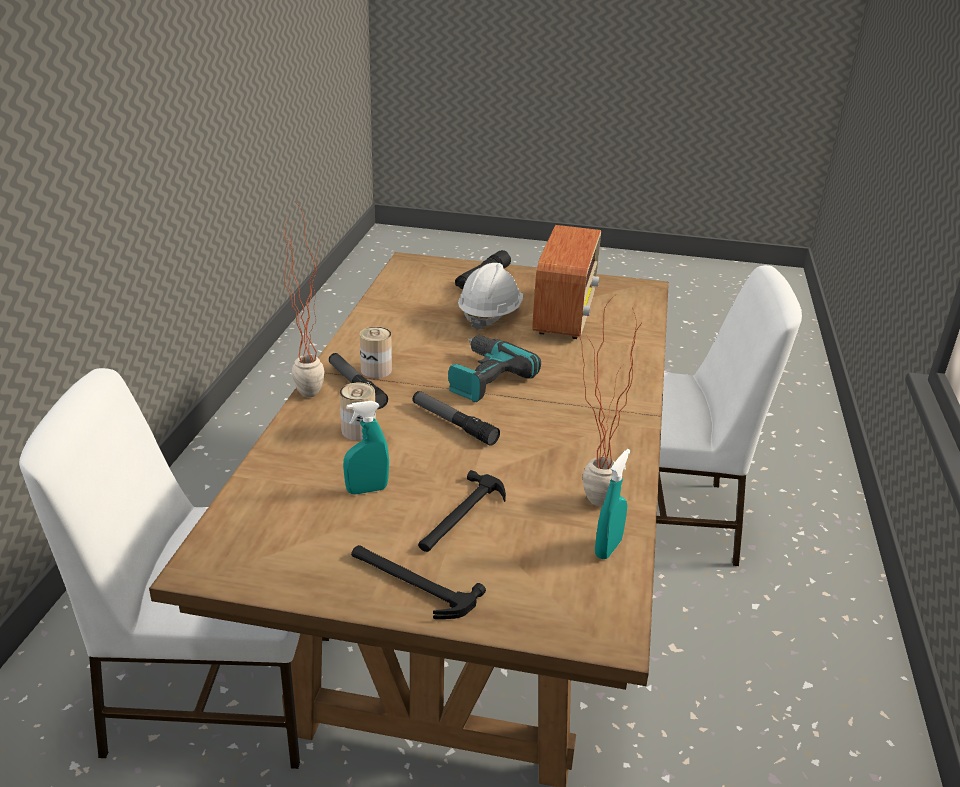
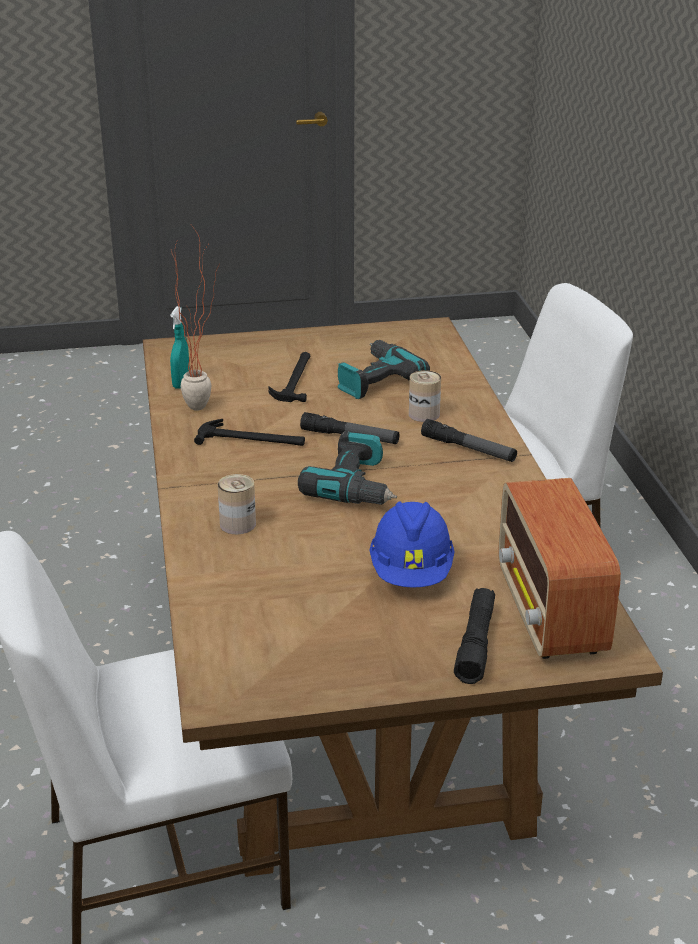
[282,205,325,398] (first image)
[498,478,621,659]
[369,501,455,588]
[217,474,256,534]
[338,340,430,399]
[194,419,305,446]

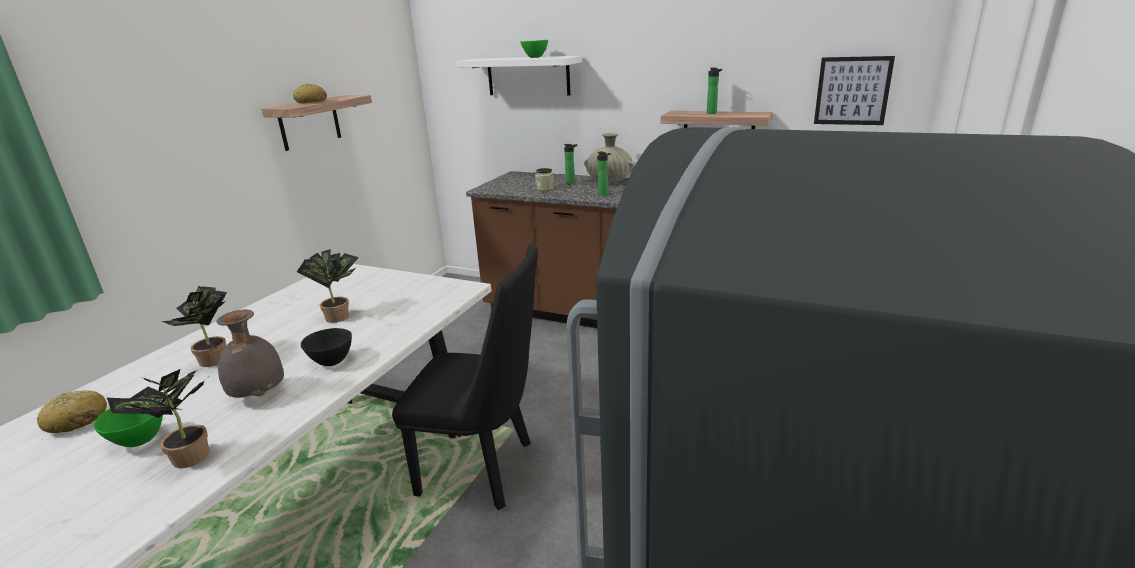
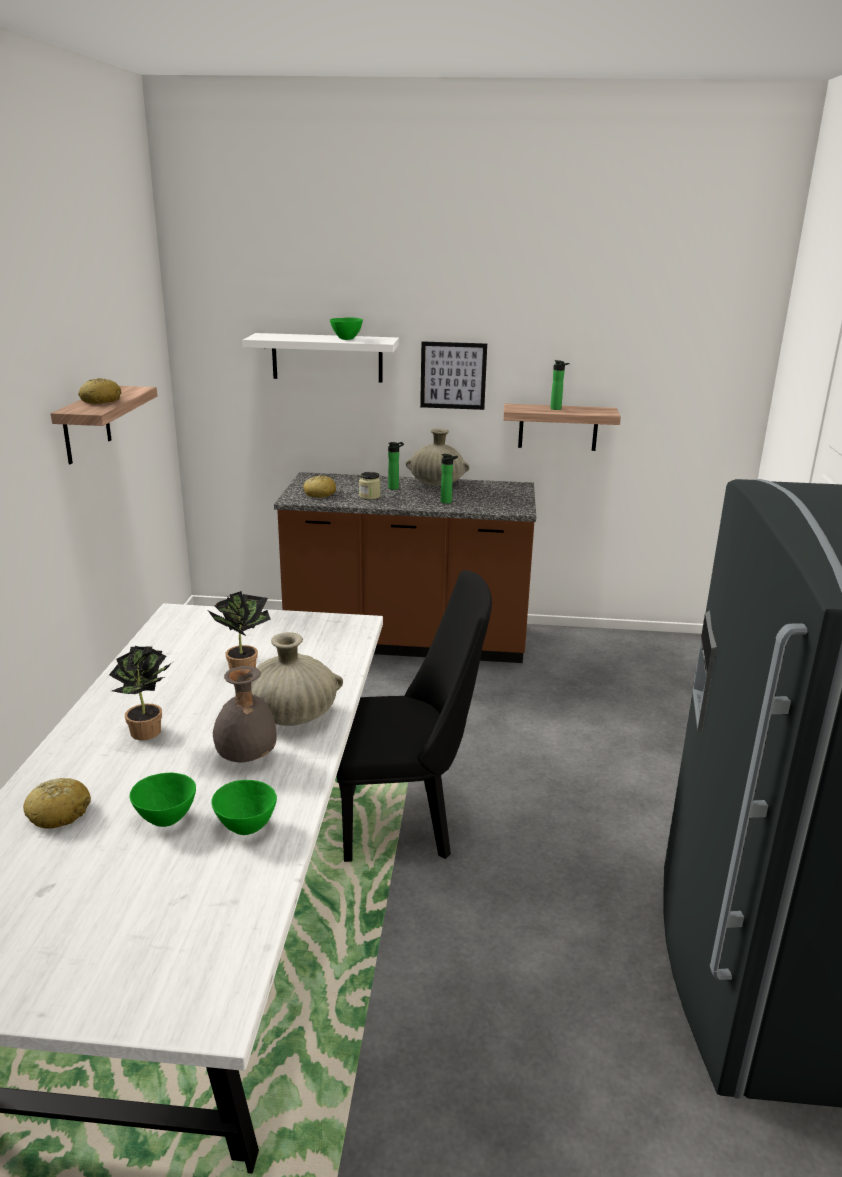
[420,341,487,410]
[251,632,343,726]
[211,780,277,835]
[303,476,336,498]

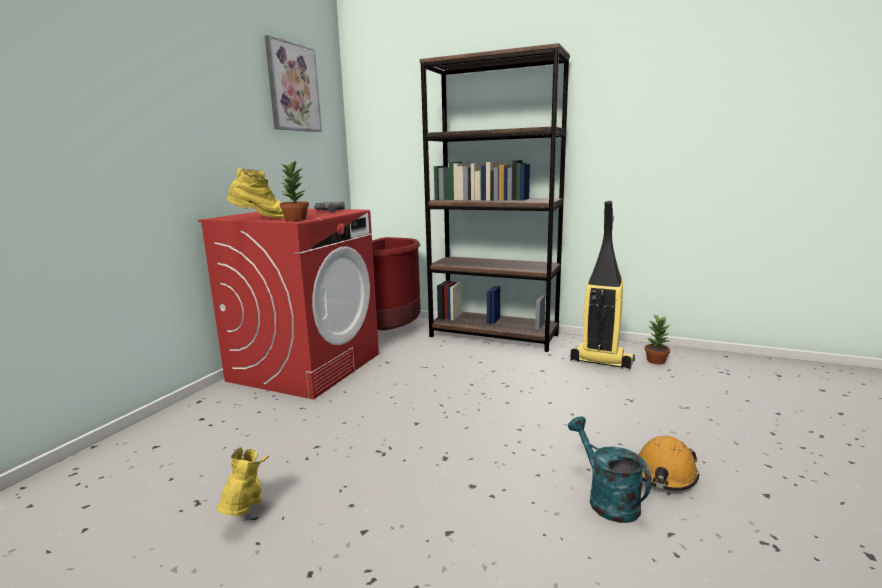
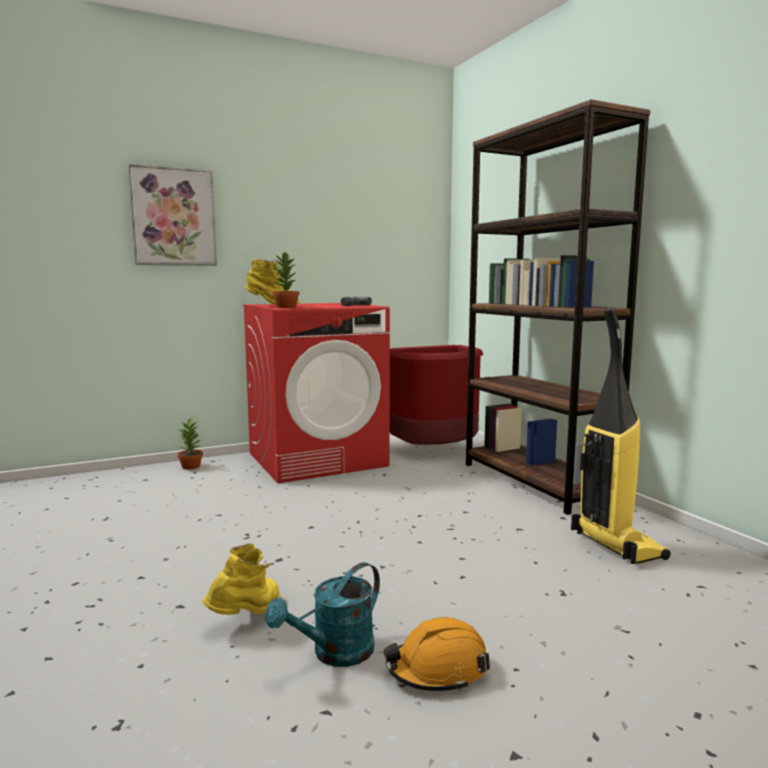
[128,164,217,266]
[178,418,203,470]
[265,562,380,667]
[202,543,280,615]

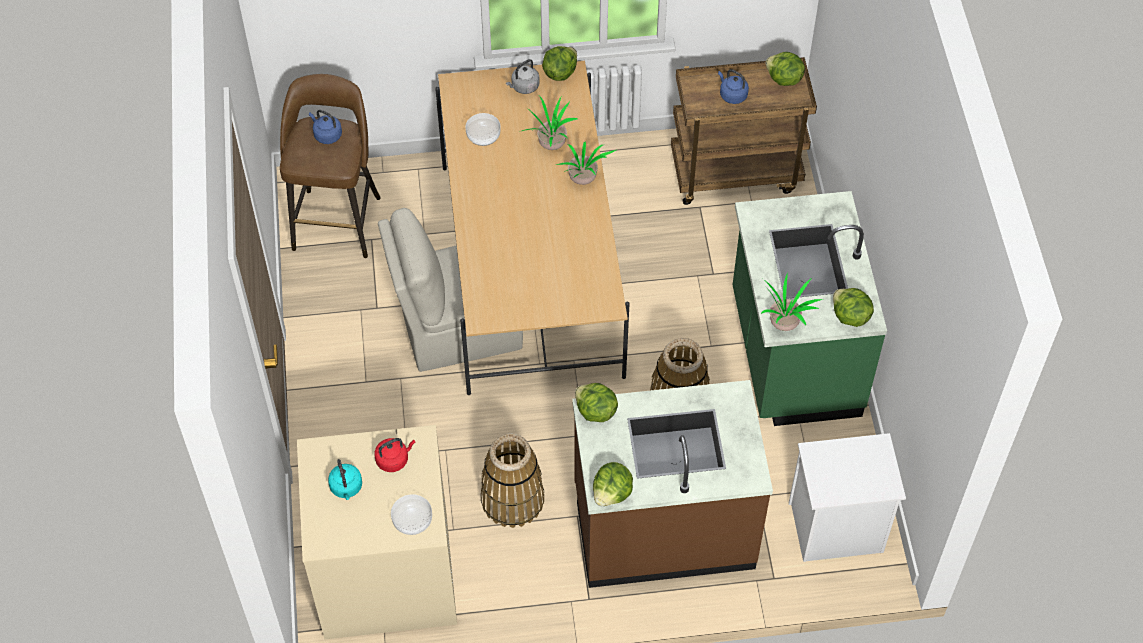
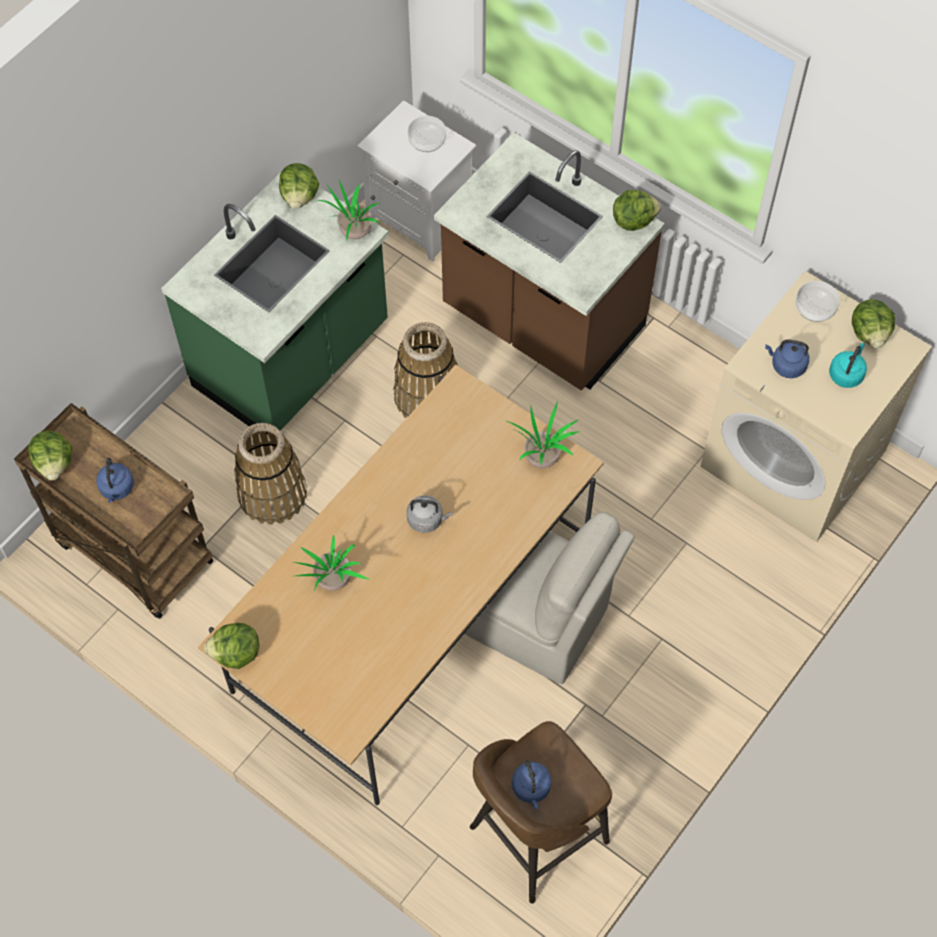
[407,495,453,533]
[408,116,446,152]
[507,401,581,468]
[852,299,895,348]
[234,423,307,525]
[765,339,809,378]

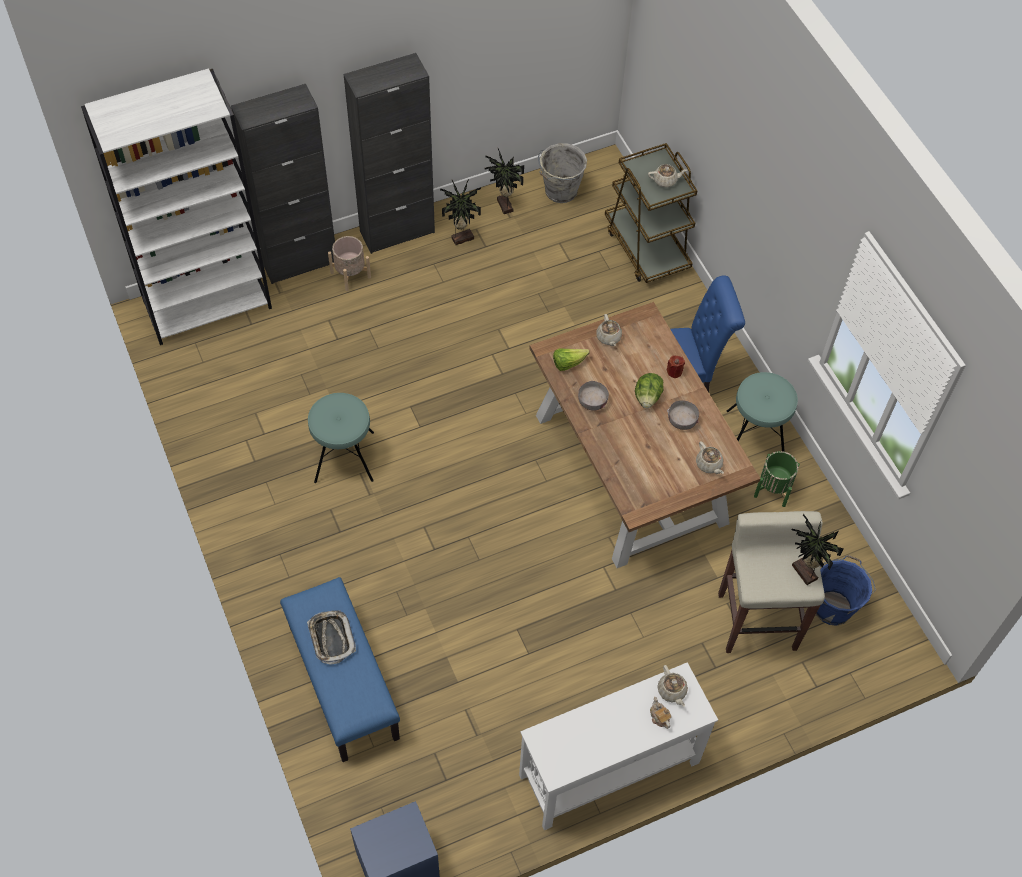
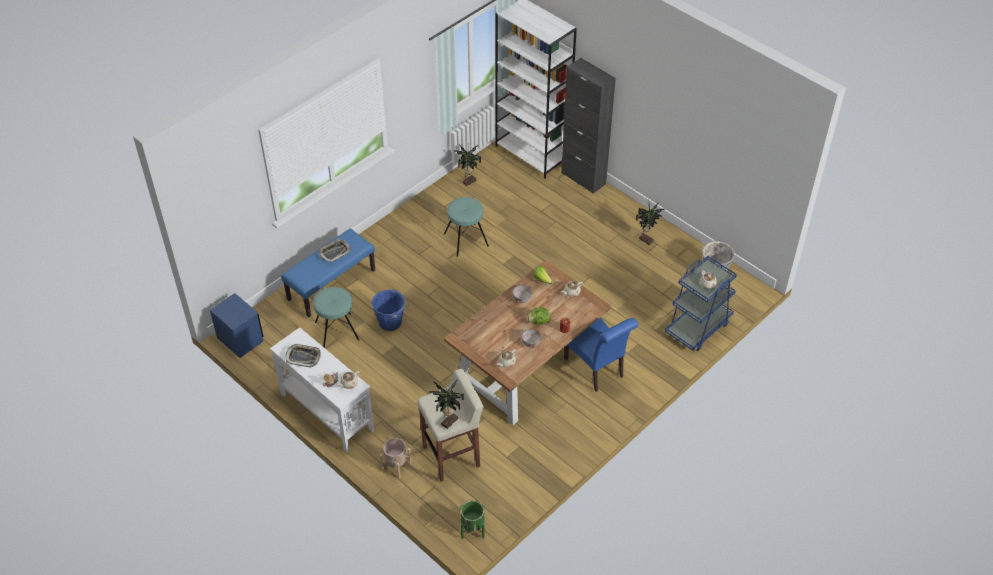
[344,53,435,254] (first image)
[665,256,737,351]
[454,144,481,186]
[380,438,412,478]
[313,287,359,348]
[461,501,485,539]
[371,289,409,331]
[286,344,321,367]

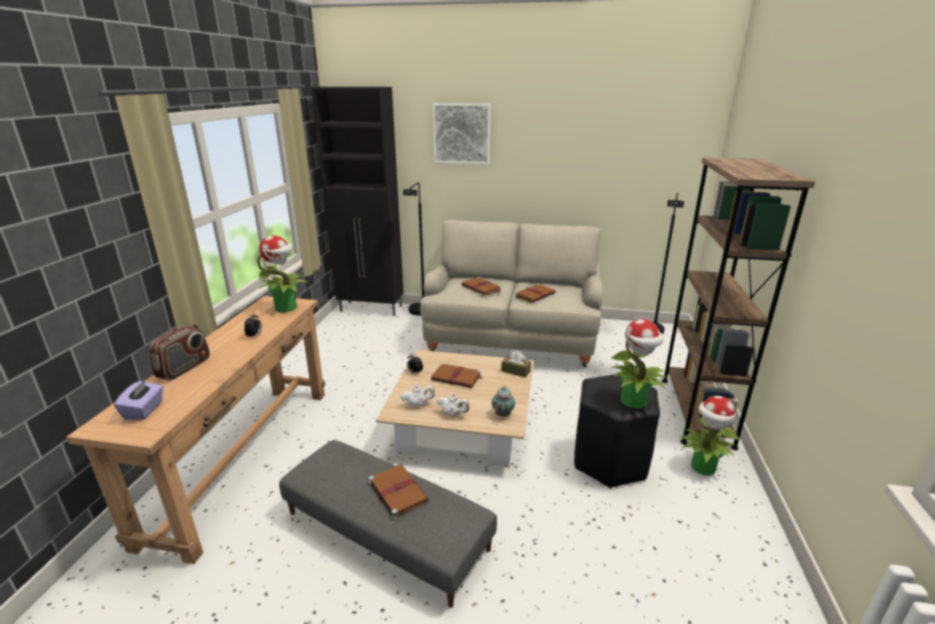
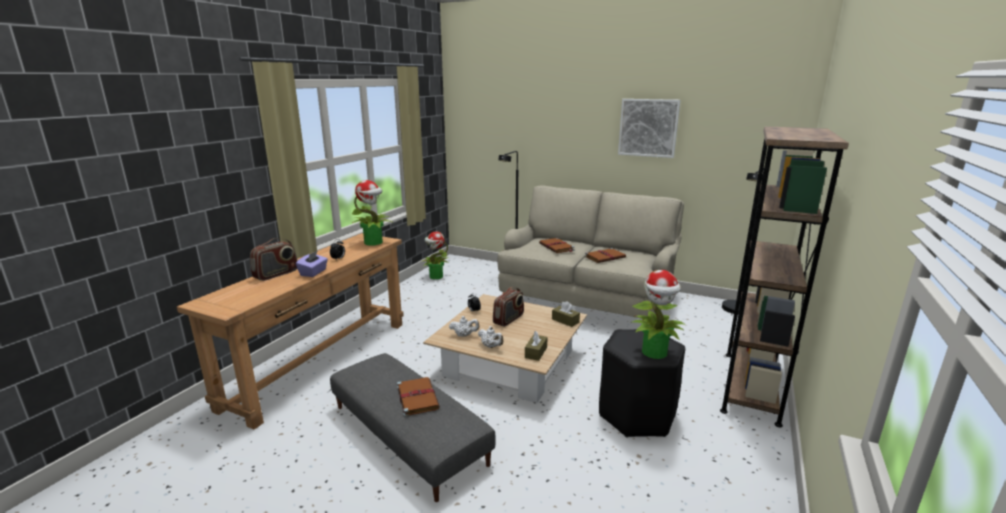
[311,87,404,316] (first image)
[618,99,680,158]
[493,287,524,327]
[296,250,328,277]
[525,331,548,361]
[420,231,449,279]

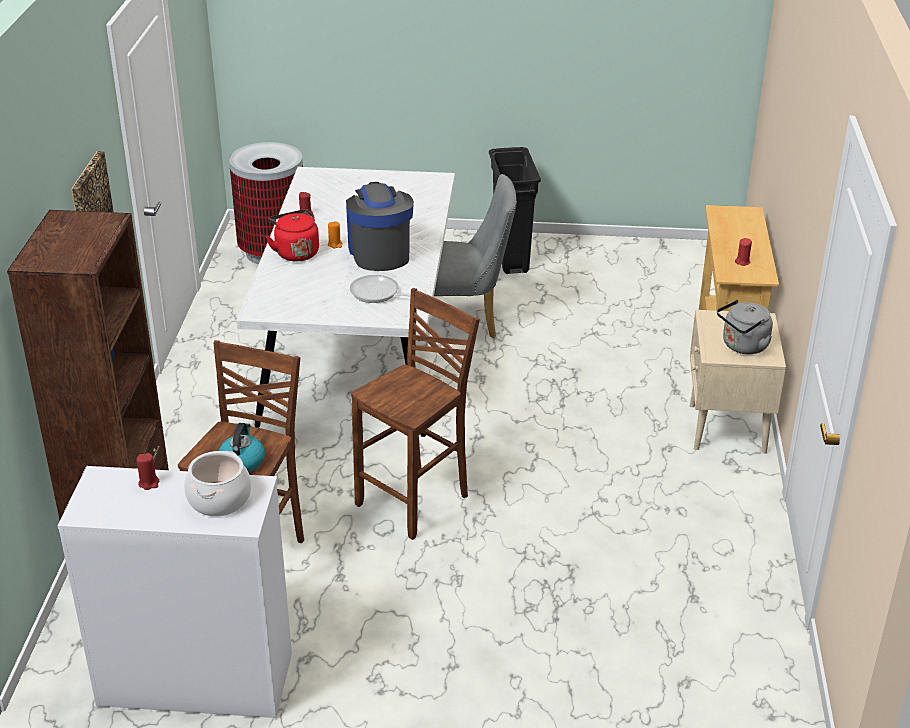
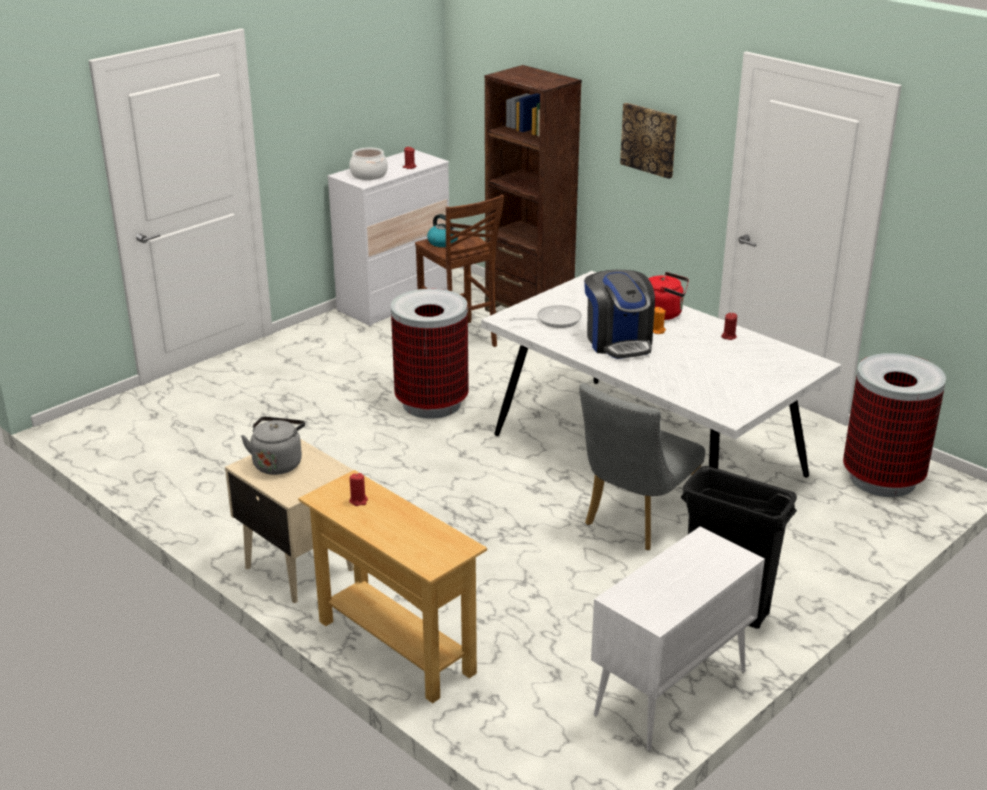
[584,270,655,359]
[391,289,469,419]
[591,527,765,751]

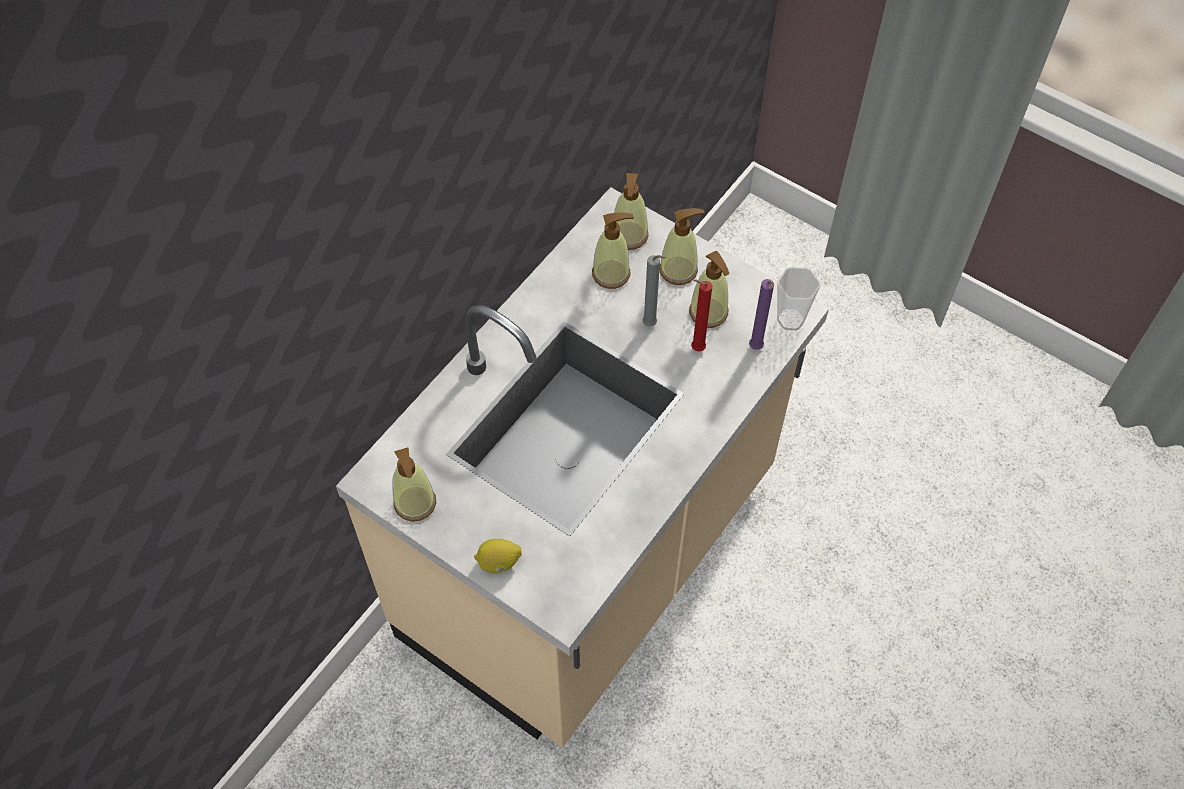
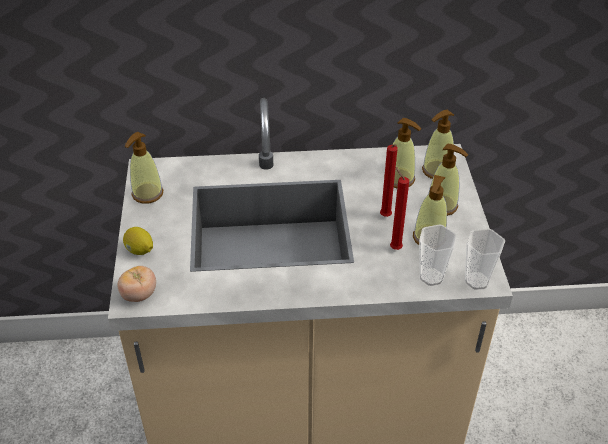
[380,144,398,217]
[419,224,457,286]
[117,266,156,302]

